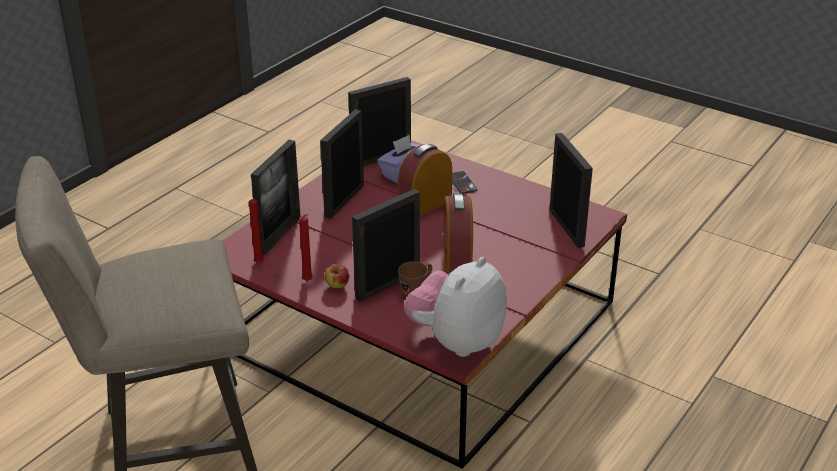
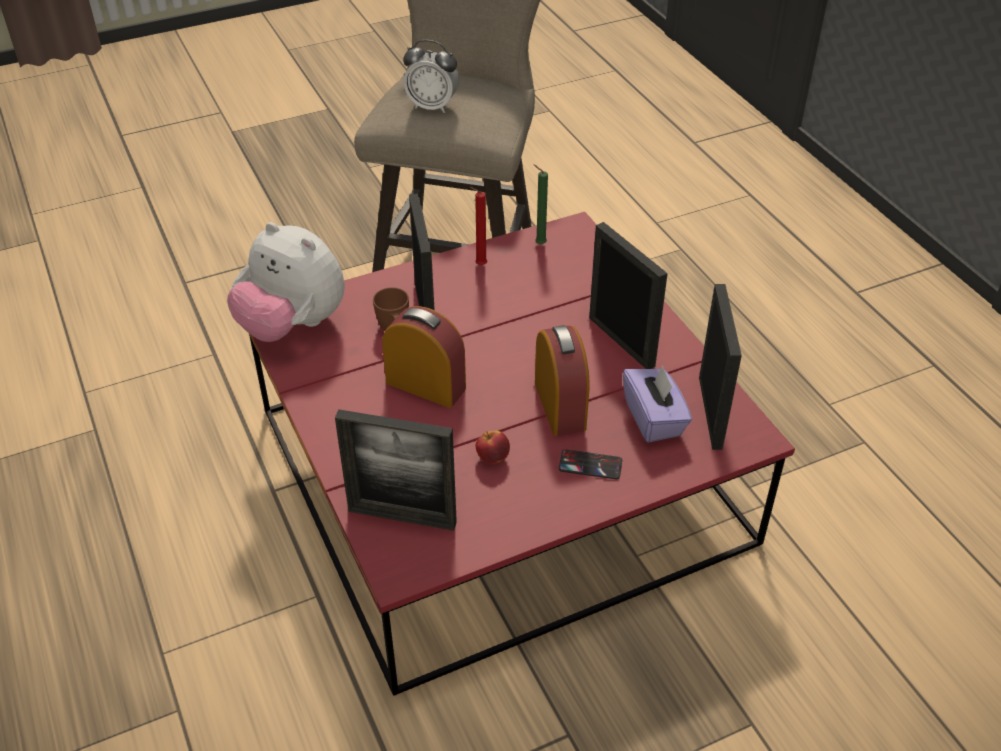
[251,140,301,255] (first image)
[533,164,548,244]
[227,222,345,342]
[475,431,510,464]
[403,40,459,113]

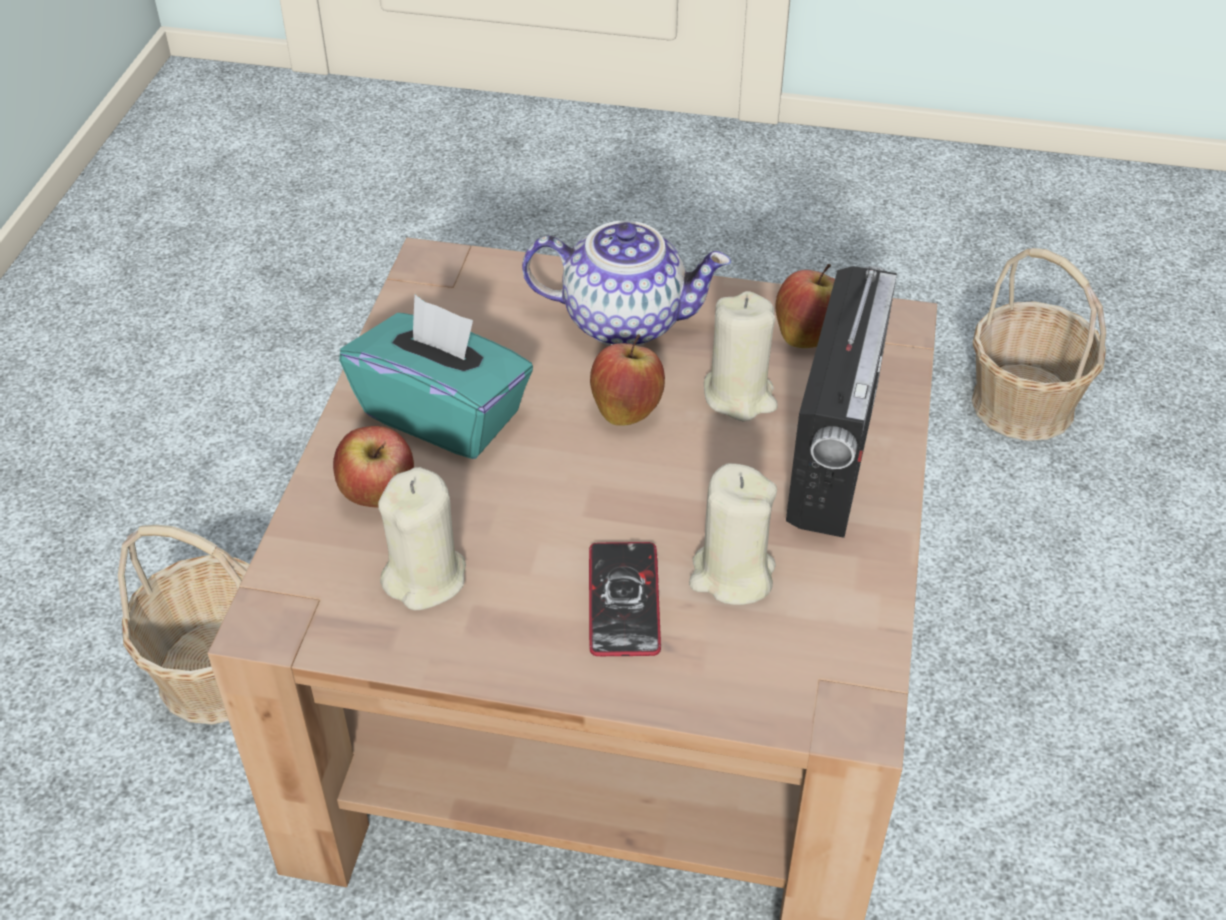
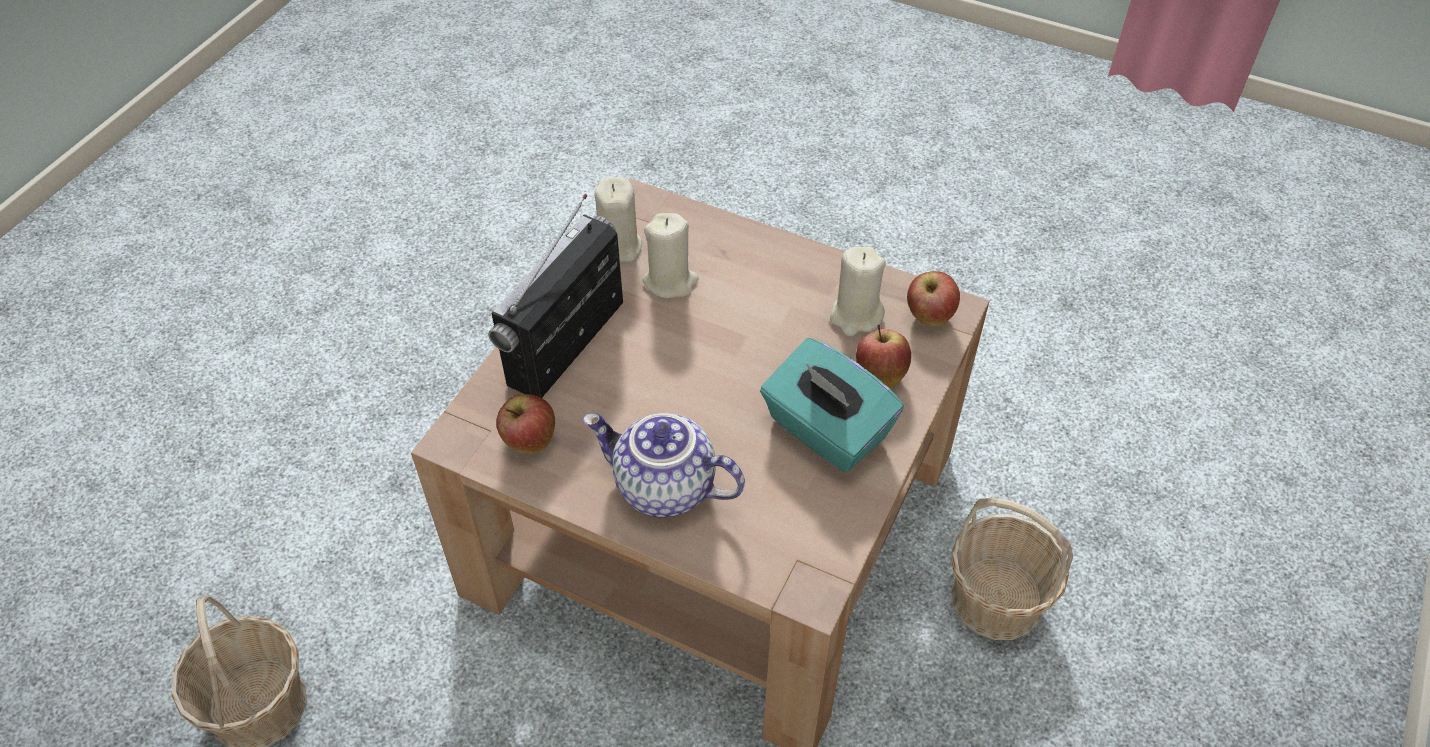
[594,177,642,263]
[907,271,960,326]
[589,542,661,656] (first image)

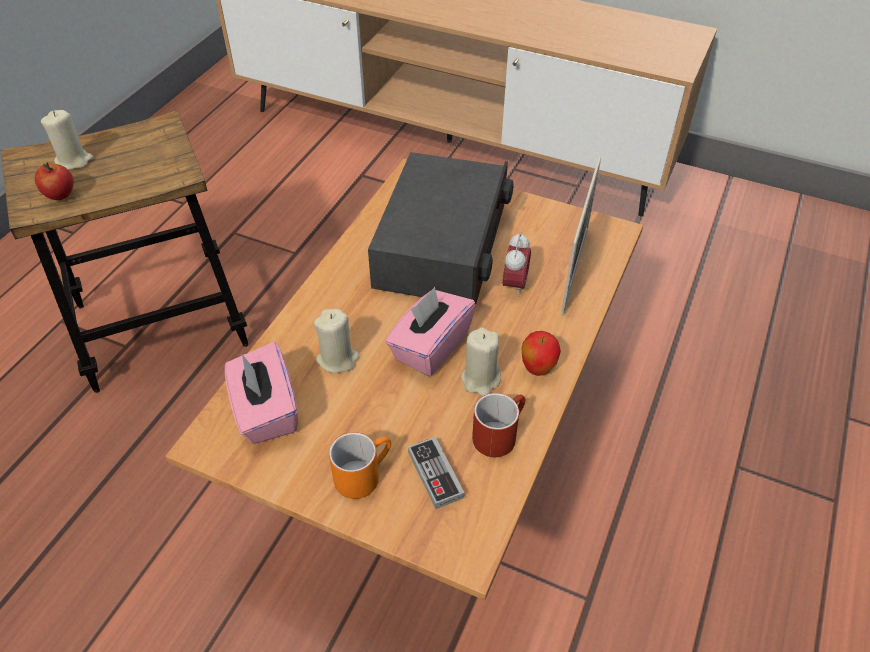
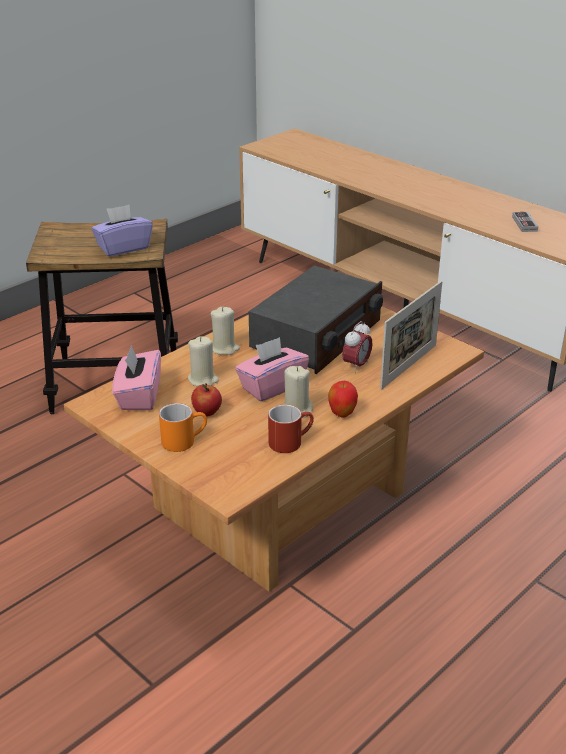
[211,307,240,355]
[191,383,222,416]
[512,212,538,232]
[91,204,153,257]

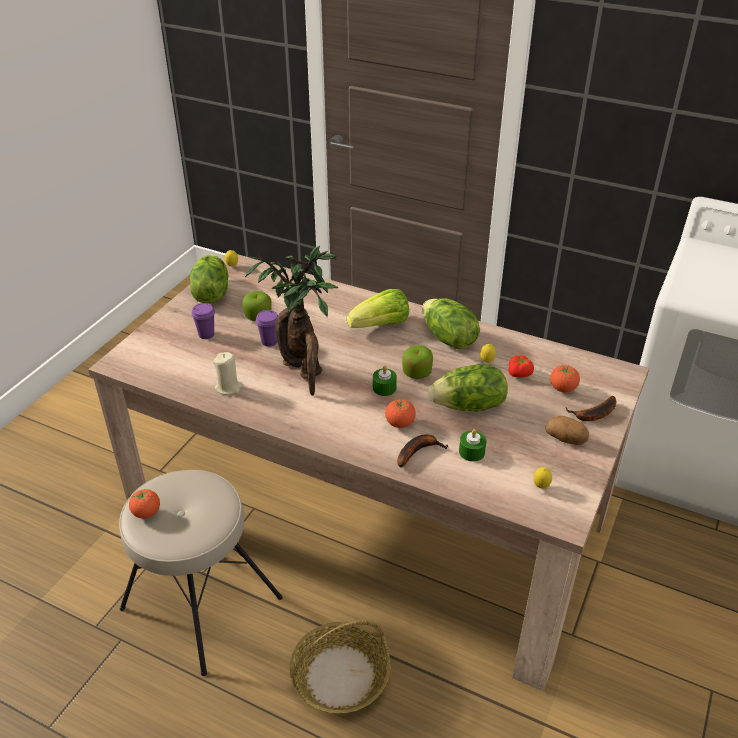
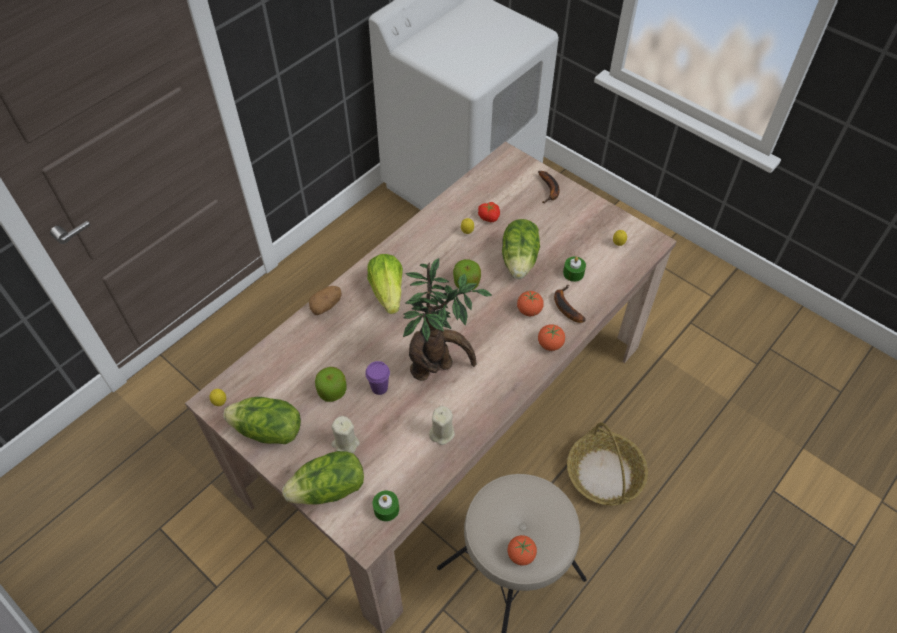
[282,451,364,505]
[331,416,360,453]
[538,324,565,351]
[373,490,399,522]
[309,286,342,315]

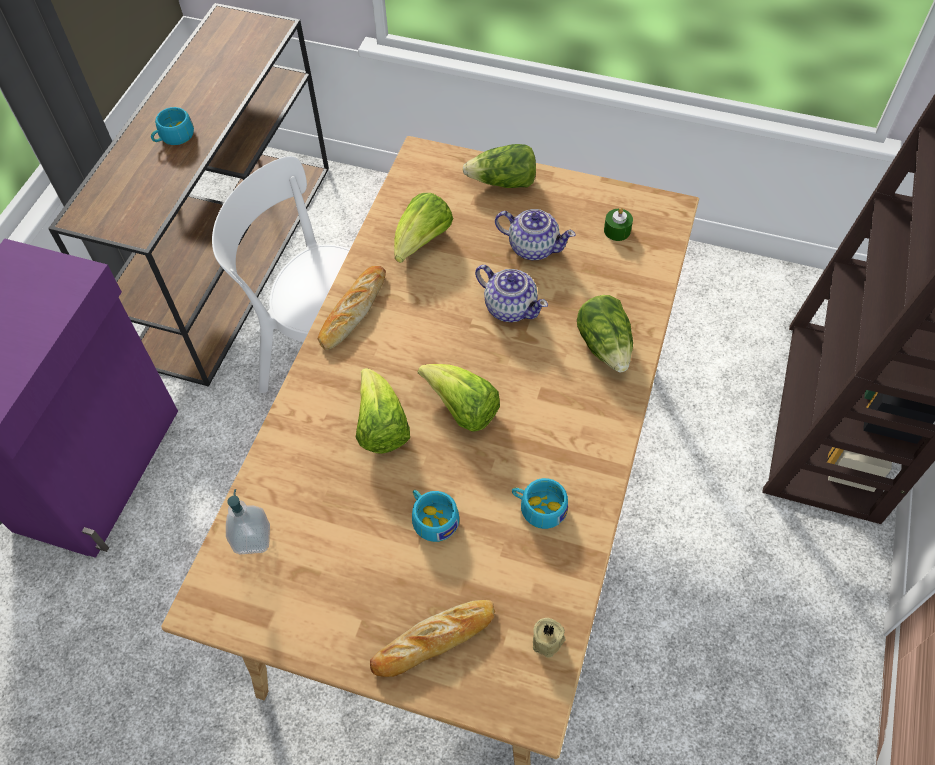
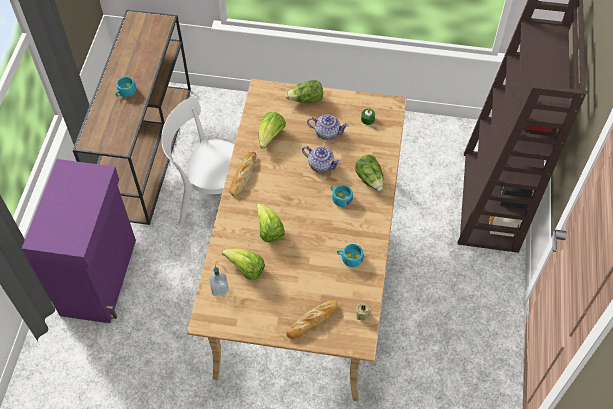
[222,248,265,280]
[331,185,353,207]

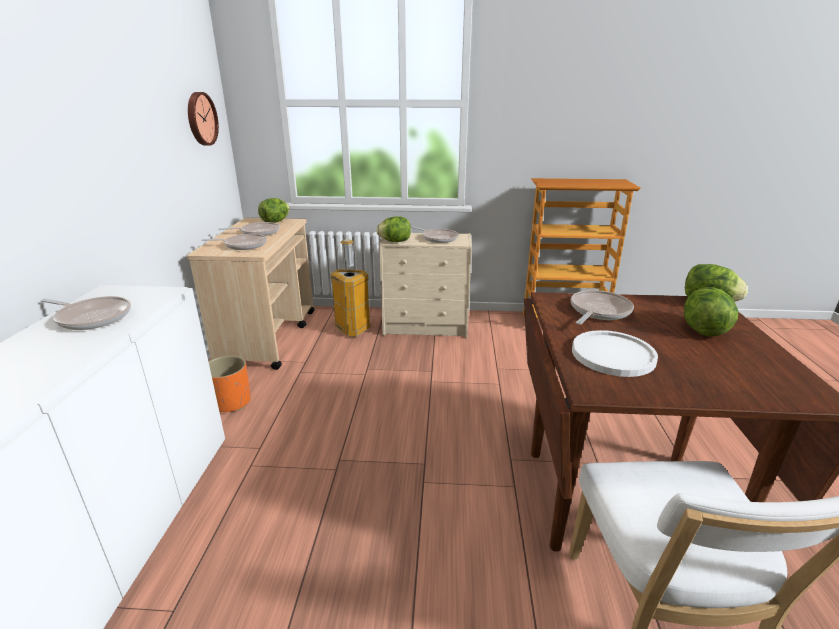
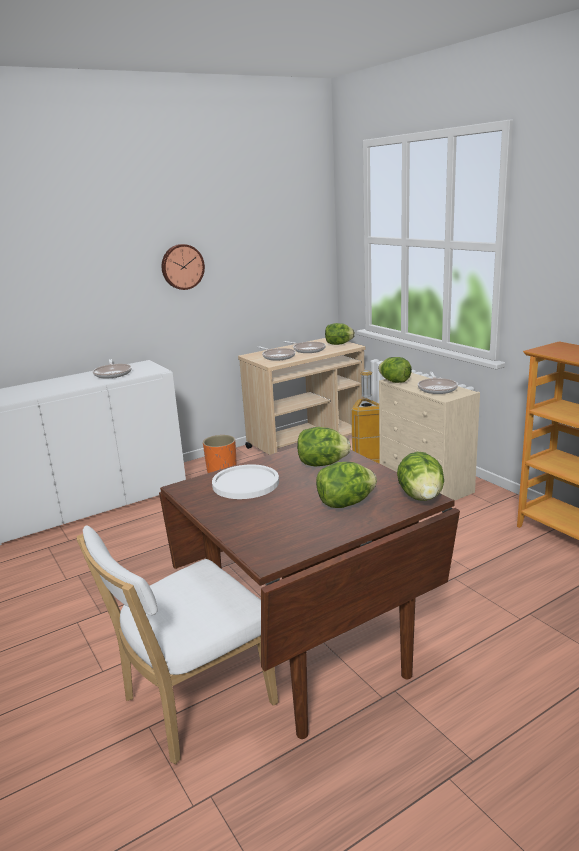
[162,244,205,290]
[297,427,351,466]

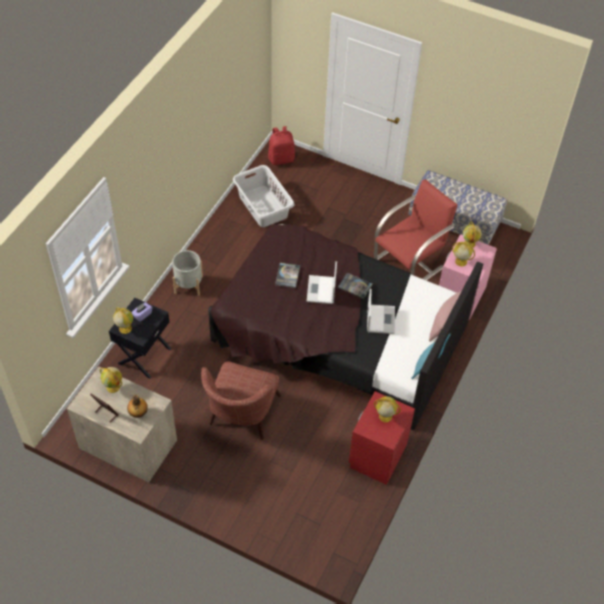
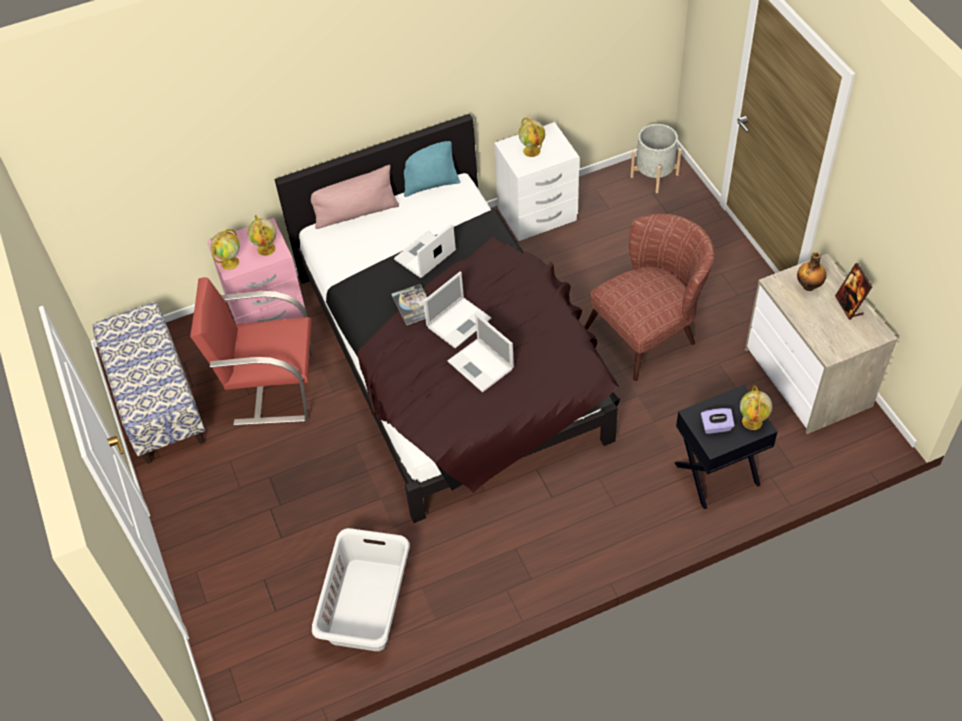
[268,126,295,165] (first image)
[630,124,682,193]
[447,313,514,392]
[100,367,122,393] (first image)
[494,122,579,241]

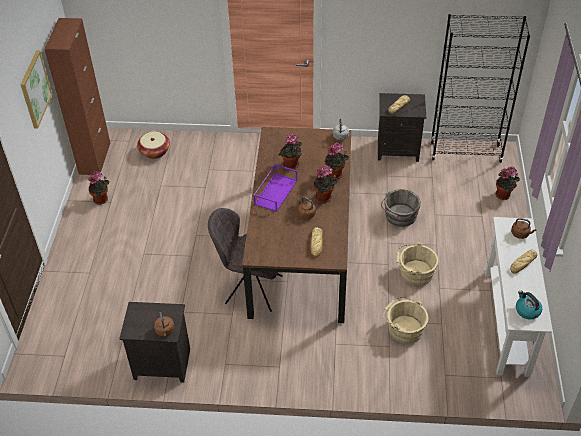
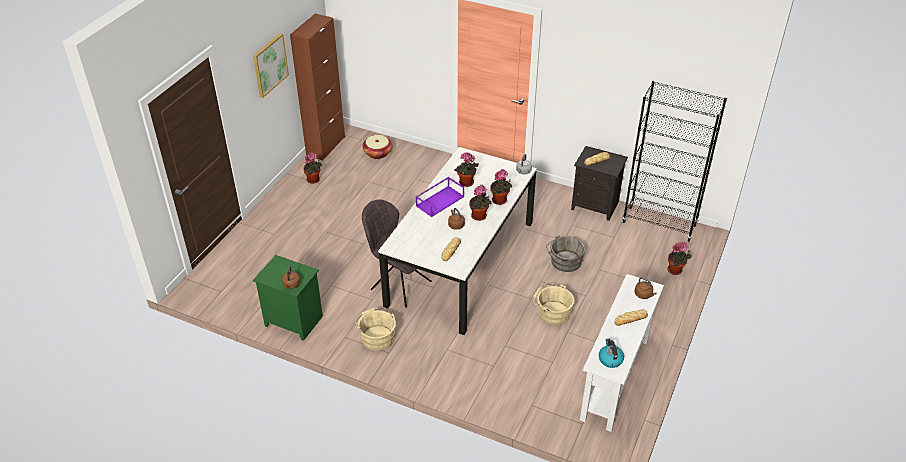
[378,147,537,335]
[355,308,396,351]
[253,255,323,341]

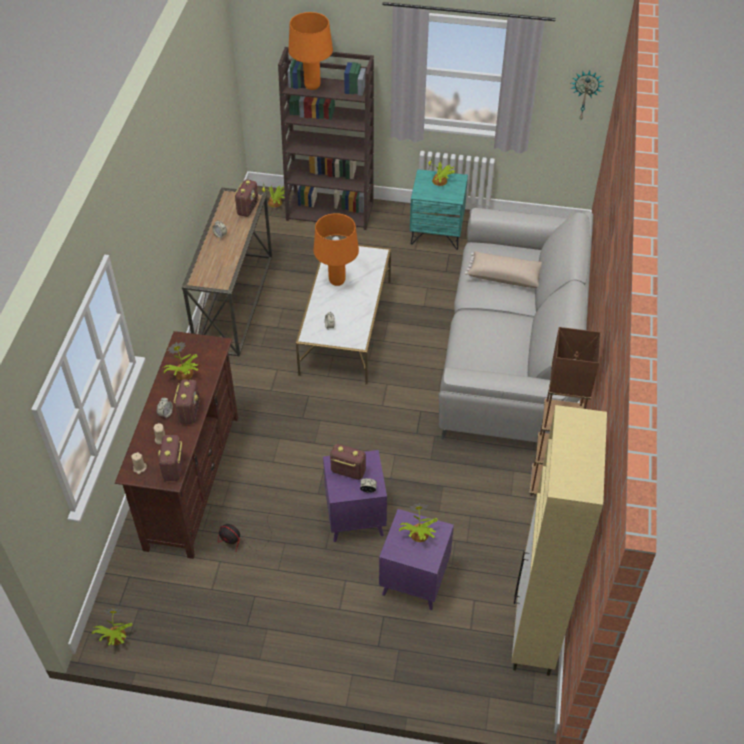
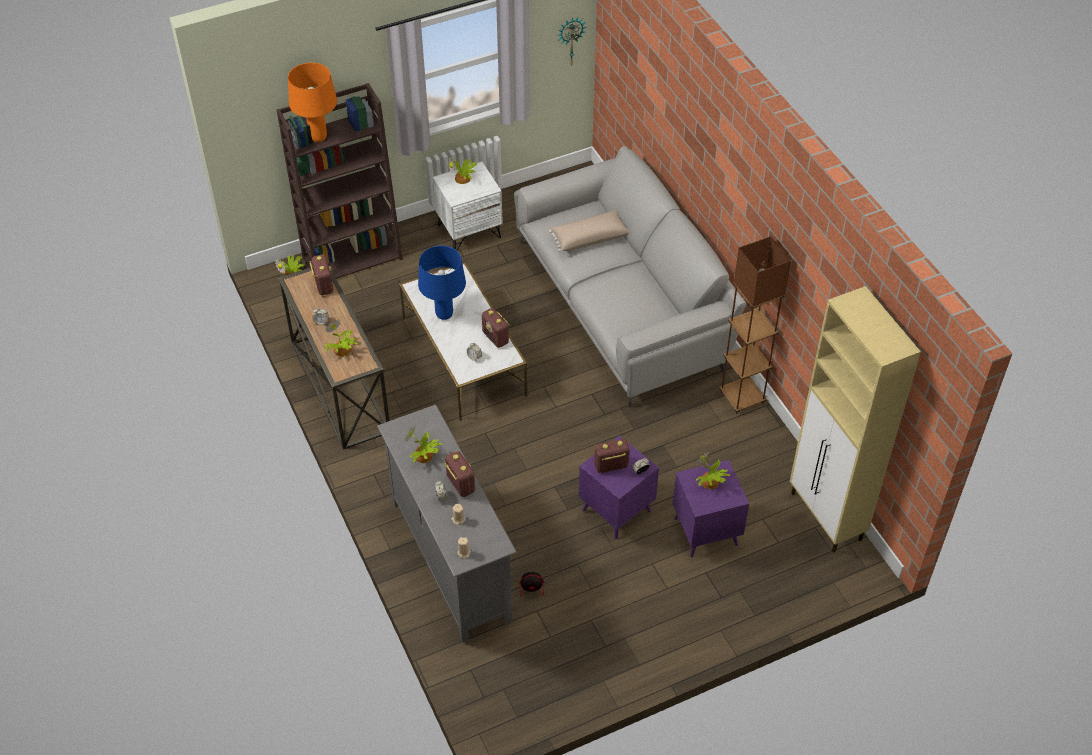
[433,162,503,251]
[418,246,466,320]
[377,405,517,643]
[482,308,510,348]
[323,320,358,357]

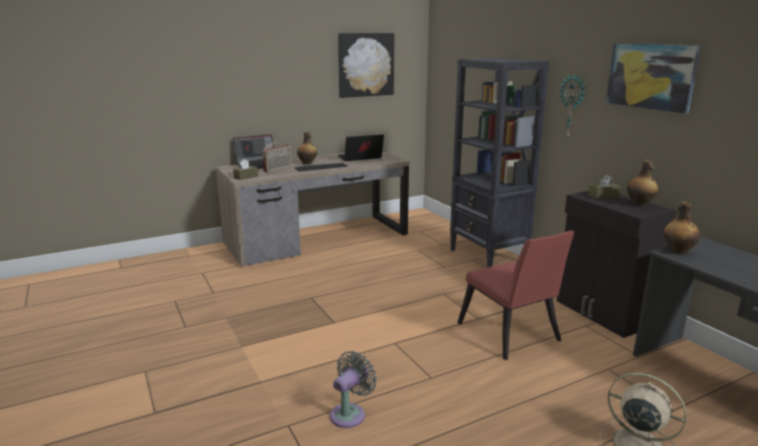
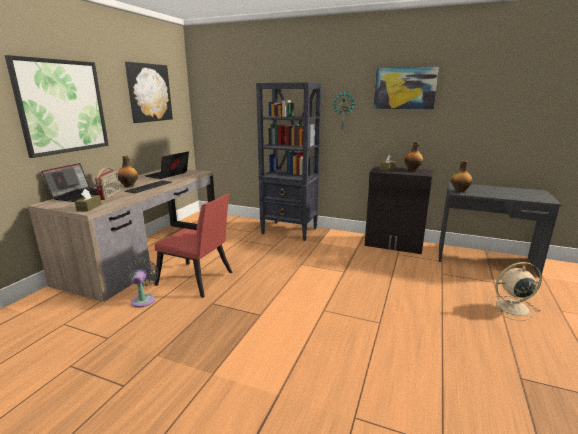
[154,193,232,298]
[127,258,158,308]
[5,55,109,158]

